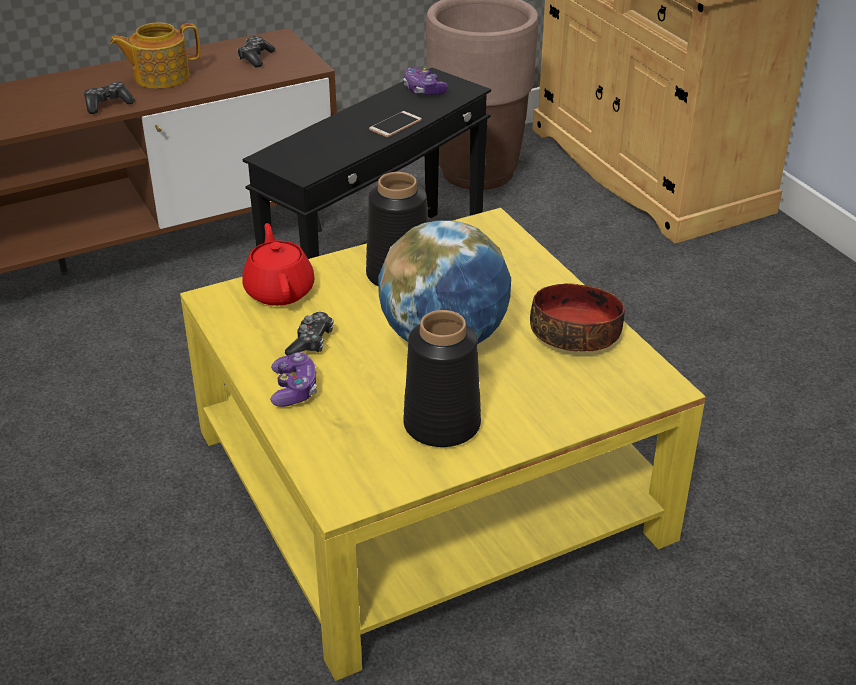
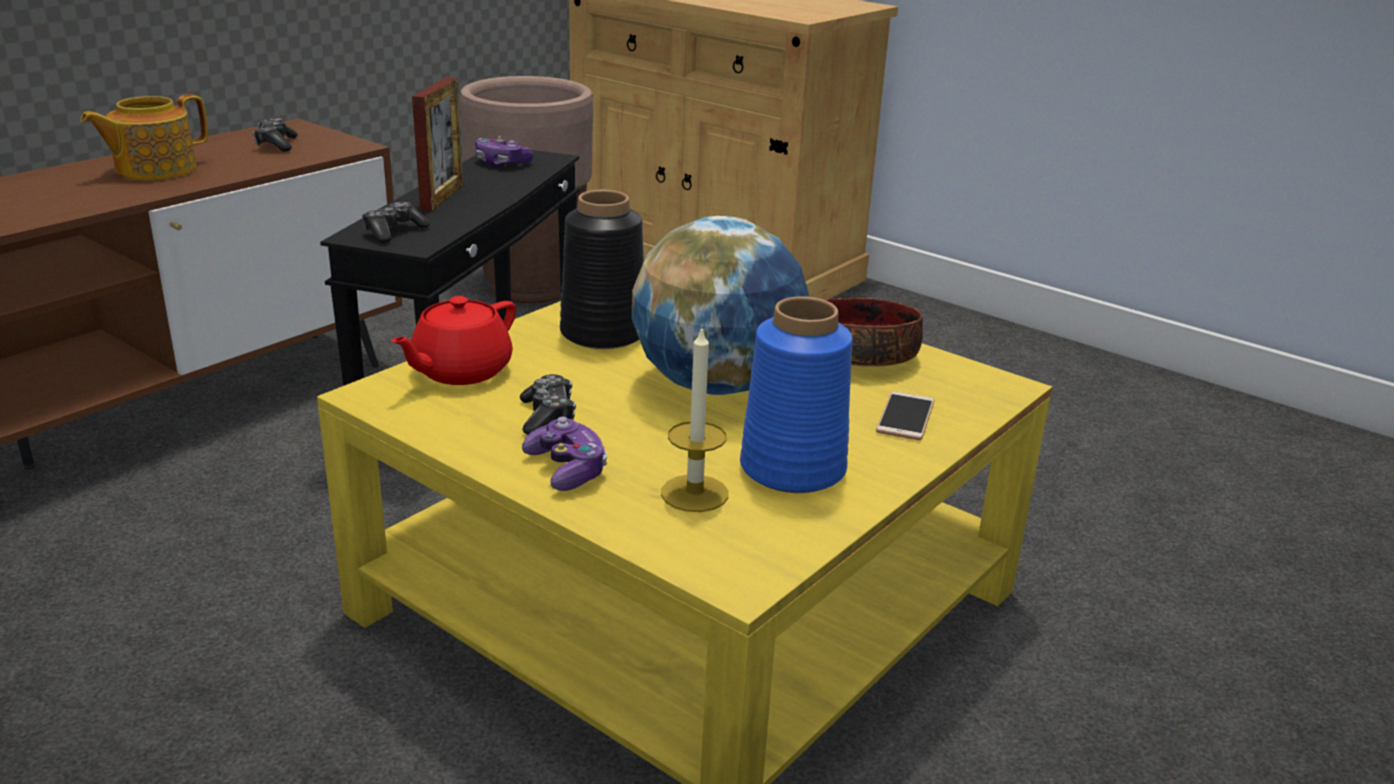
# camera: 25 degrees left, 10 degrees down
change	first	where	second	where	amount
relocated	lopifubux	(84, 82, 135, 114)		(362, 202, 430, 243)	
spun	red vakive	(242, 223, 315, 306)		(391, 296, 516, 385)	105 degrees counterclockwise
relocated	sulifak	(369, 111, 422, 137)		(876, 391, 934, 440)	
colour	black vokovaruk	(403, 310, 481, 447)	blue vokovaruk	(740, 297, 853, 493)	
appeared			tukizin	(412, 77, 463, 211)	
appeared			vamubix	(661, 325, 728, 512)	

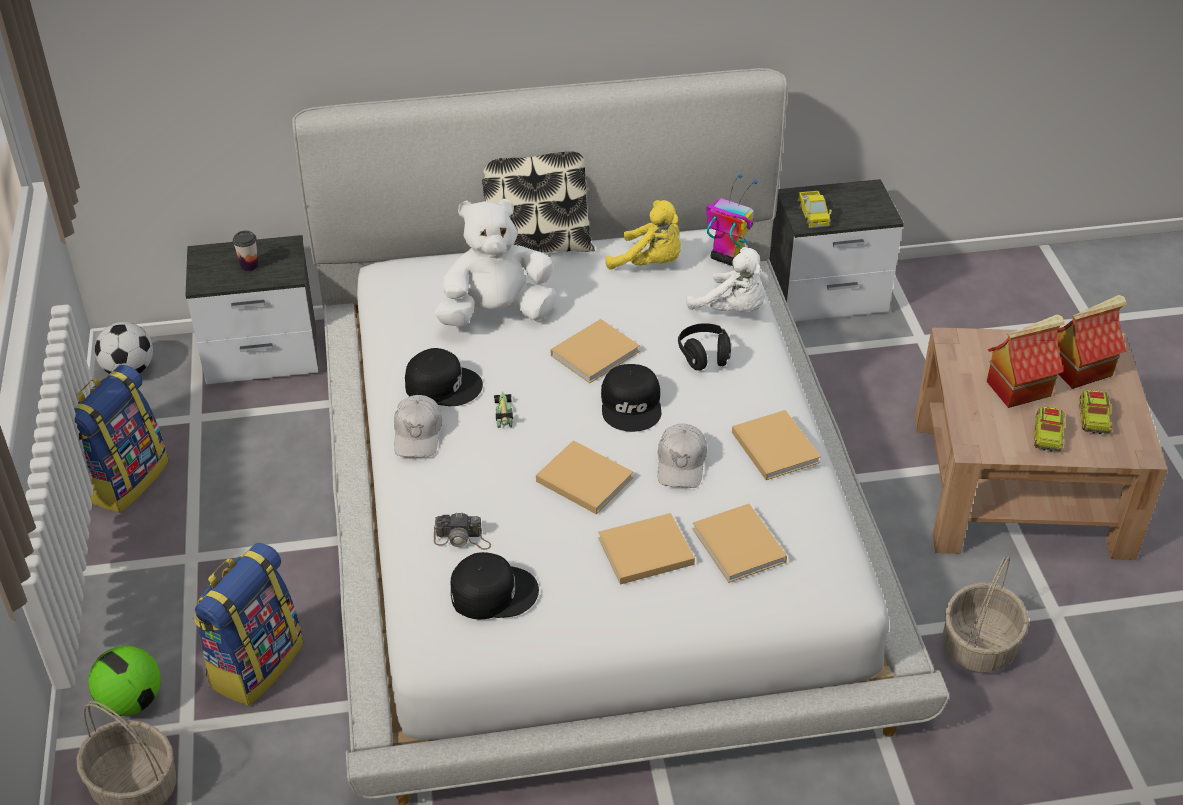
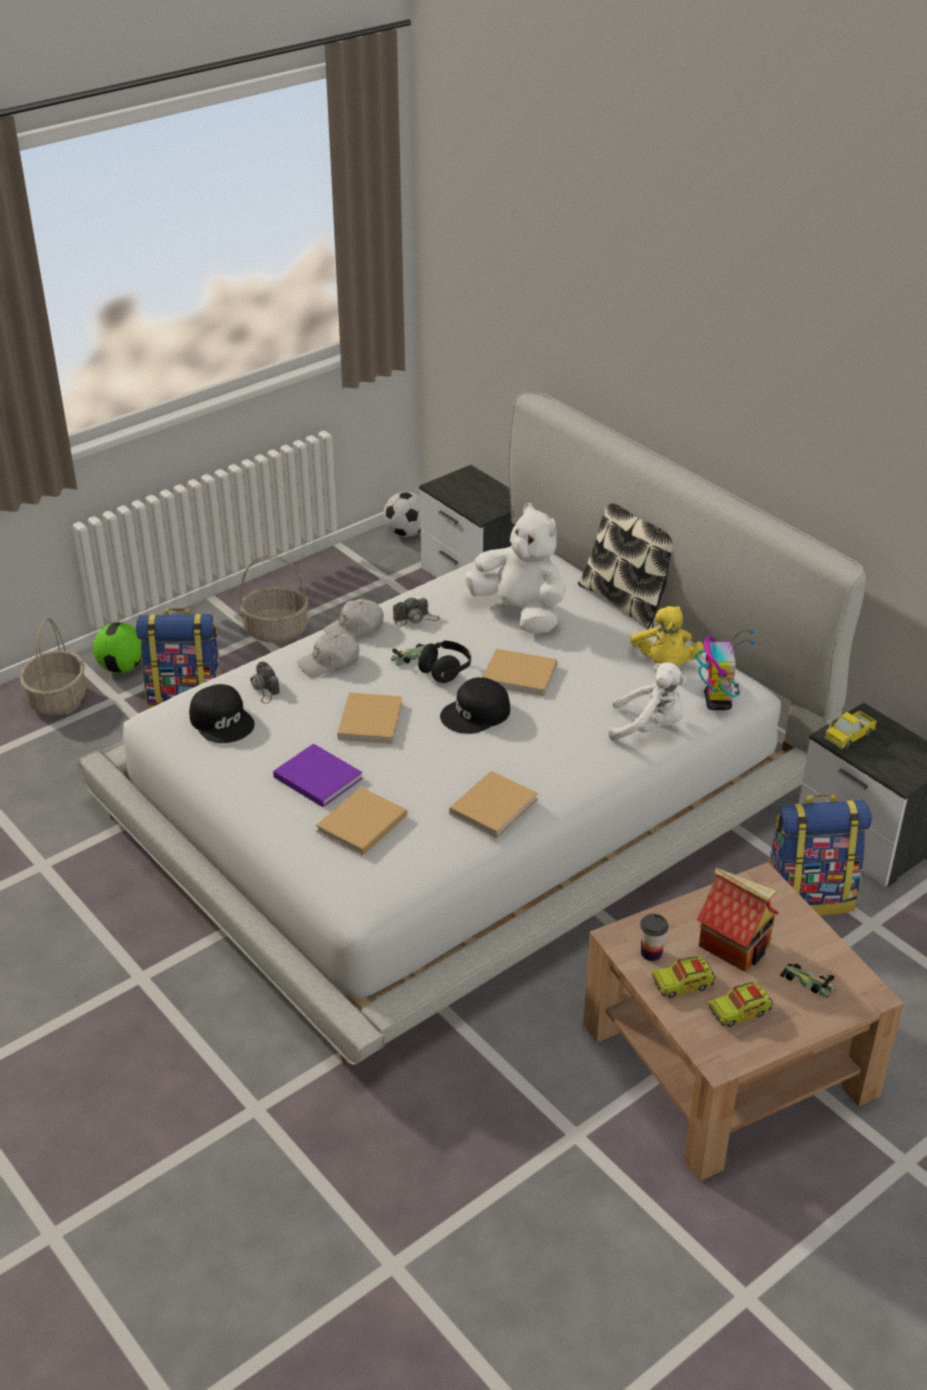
# camera: 60 degrees right, 5 degrees down
change	first	where	second	where	amount
relocated	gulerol	(74, 365, 168, 513)		(769, 794, 872, 916)	
relocated	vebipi	(233, 231, 258, 271)		(640, 914, 669, 961)	
exchanged	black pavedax	(405, 348, 483, 406)	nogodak	(393, 597, 440, 626)	
colour	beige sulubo	(598, 513, 695, 585)	purple sulubo	(273, 743, 363, 807)	
relocated	white pavedax	(657, 424, 707, 488)		(297, 632, 359, 677)	
relocated	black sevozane	(678, 323, 731, 371)		(418, 640, 471, 683)	
spun	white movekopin	(686, 247, 769, 312)		(608, 662, 687, 741)	90 degrees counterclockwise
relocated	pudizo	(943, 556, 1029, 673)		(239, 556, 308, 643)	
exchanged	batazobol	(1057, 295, 1127, 389)	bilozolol	(780, 963, 836, 998)	

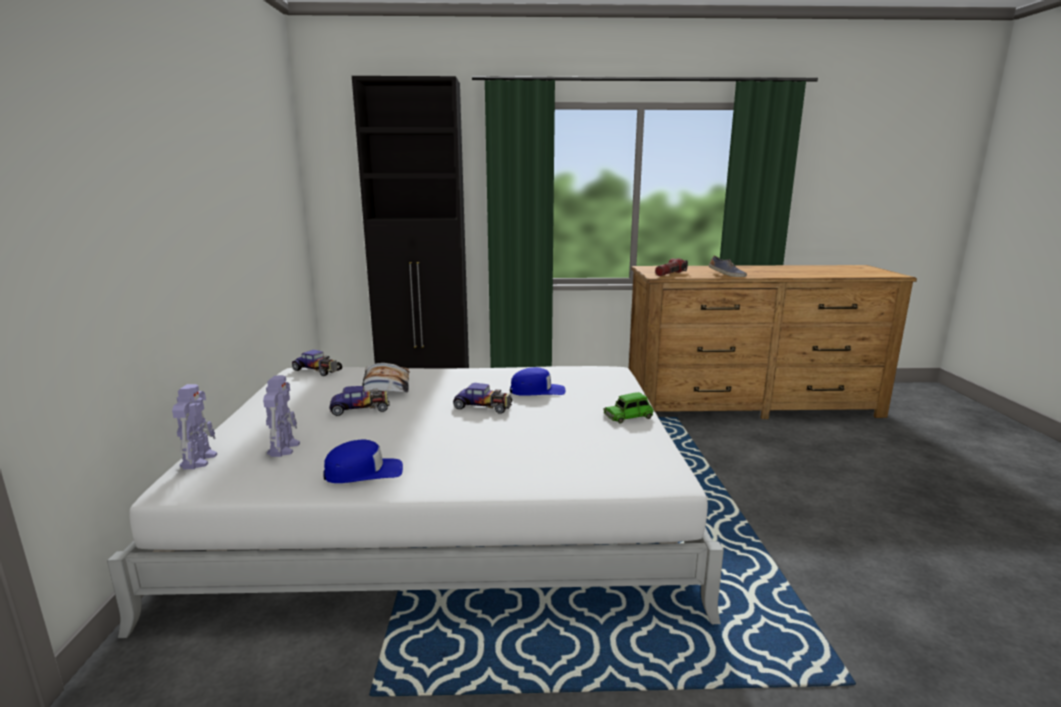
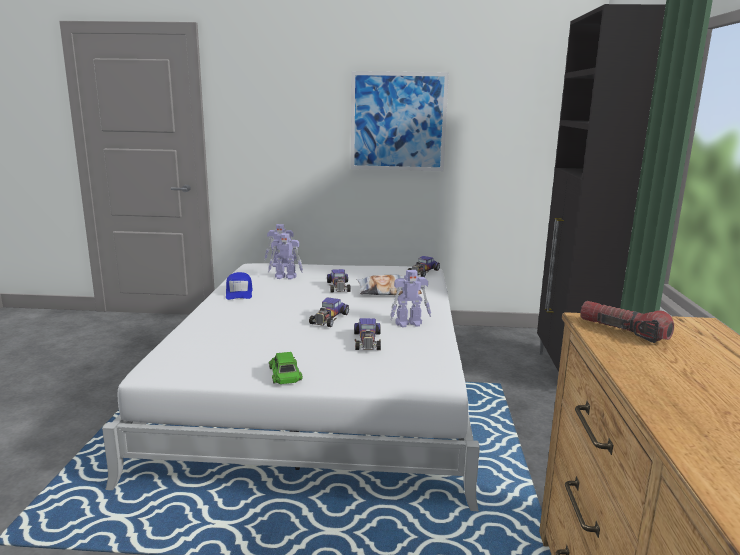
# camera: 95 degrees right, 0 degrees up
change	first	where	second	where	amount
exchanged	blue pavedax	(510, 367, 565, 396)	bilozolol	(354, 318, 381, 350)	
missing	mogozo	(709, 256, 747, 277)			
appeared			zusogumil	(351, 71, 449, 171)	
appeared			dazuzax	(390, 270, 431, 327)	

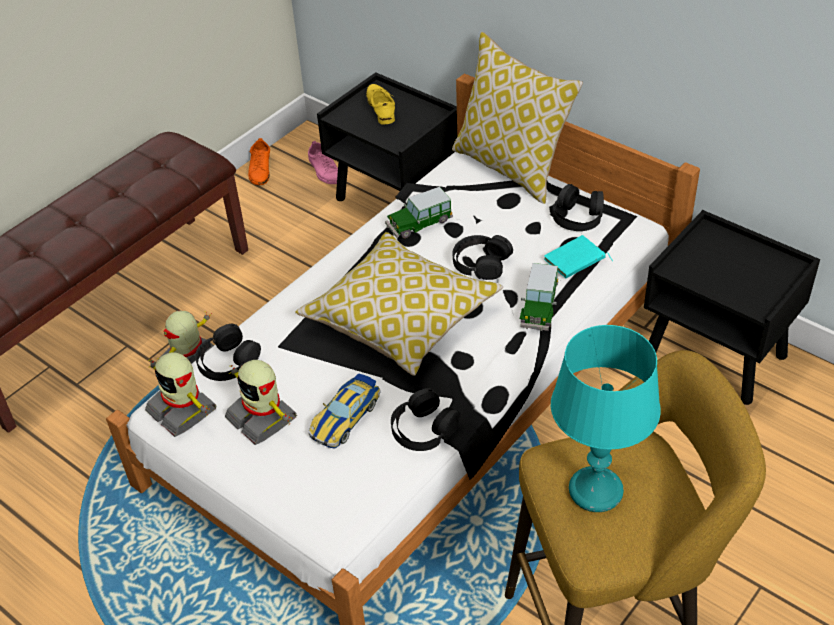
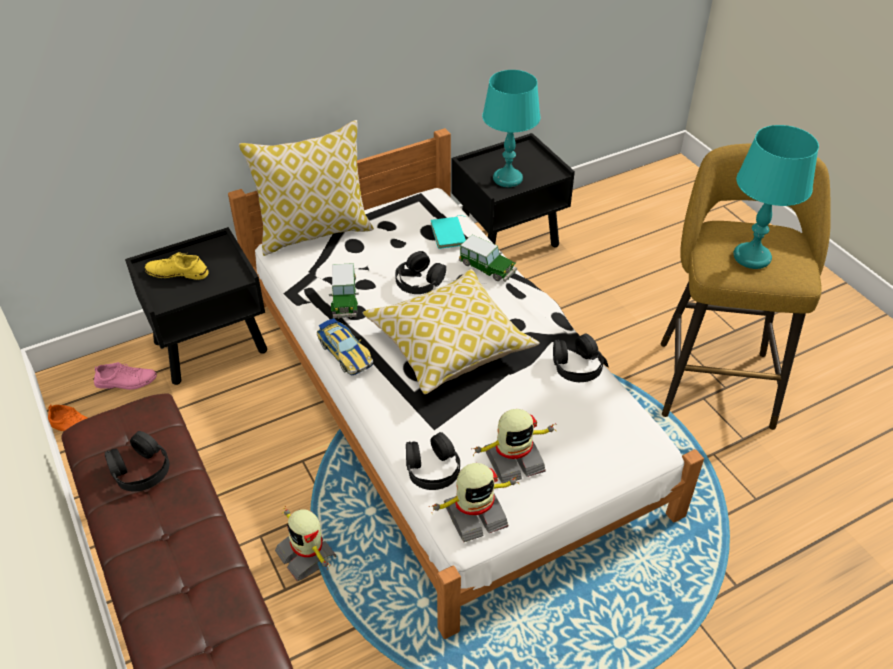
# camera: 70 degrees left, 0 degrees up
change	first	where	second	where	amount
relocated	bilozolol	(308, 373, 381, 449)		(317, 318, 373, 375)	
relocated	black sevozane	(553, 184, 604, 231)		(105, 431, 169, 492)	
appeared			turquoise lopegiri	(482, 70, 541, 187)	

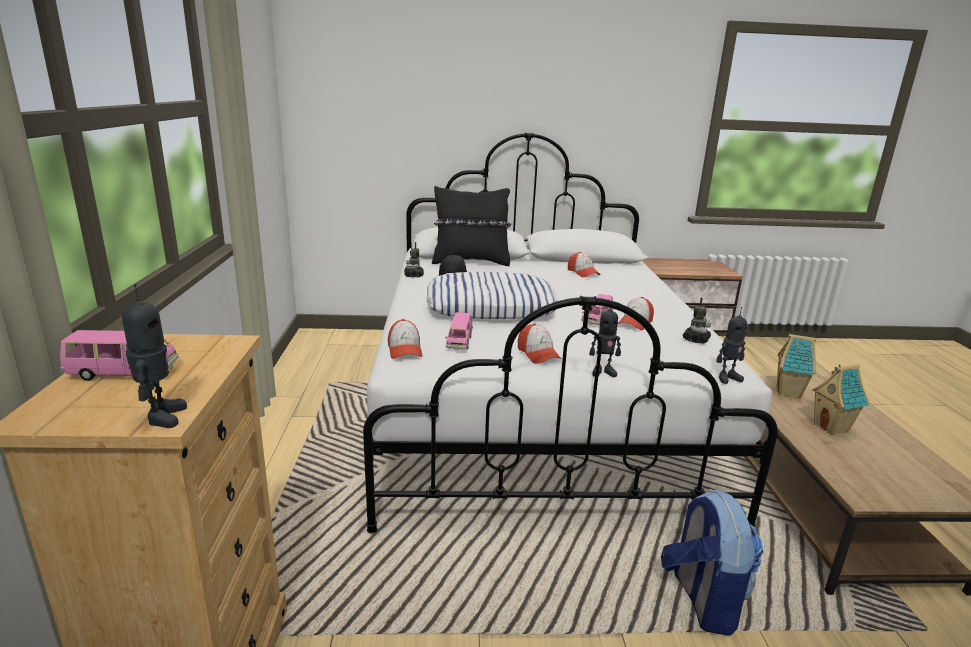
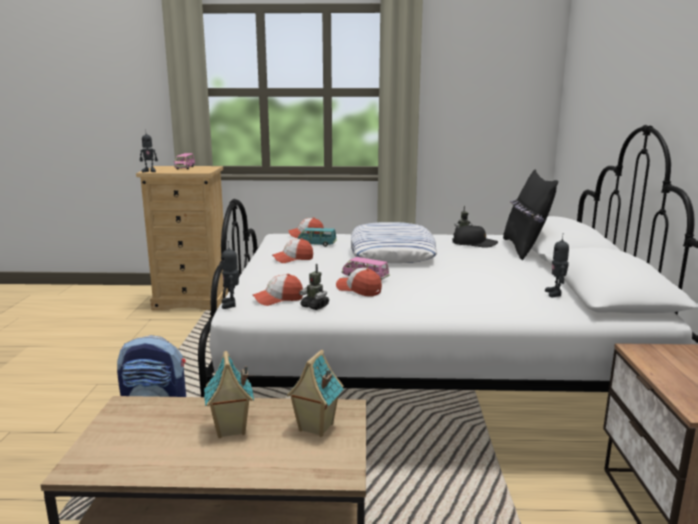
# camera: 95 degrees right, 5 degrees down
change	first	where	second	where	amount
colour	pink bilozolol	(445, 312, 473, 350)	turquoise bilozolol	(298, 228, 337, 247)	
relocated	pavedax	(568, 252, 601, 277)		(253, 274, 303, 306)	
relocated	dazuzax	(589, 308, 621, 377)		(545, 233, 569, 297)	

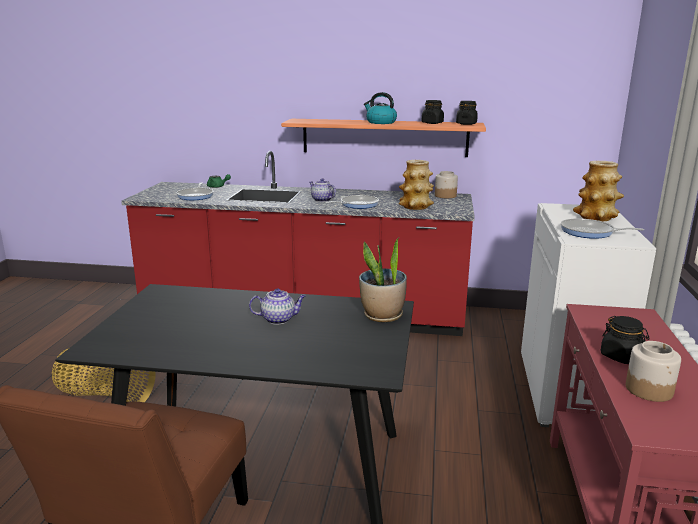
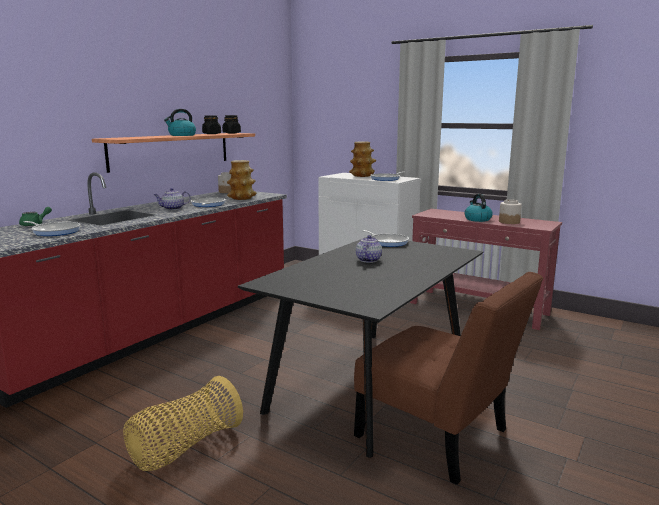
# camera: 65 degrees left, 5 degrees down
change	first	where	second	where	amount
exchanged	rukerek	(359, 238, 407, 322)	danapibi	(362, 230, 409, 247)	
exchanged	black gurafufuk	(600, 316, 650, 364)	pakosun	(464, 194, 493, 222)	

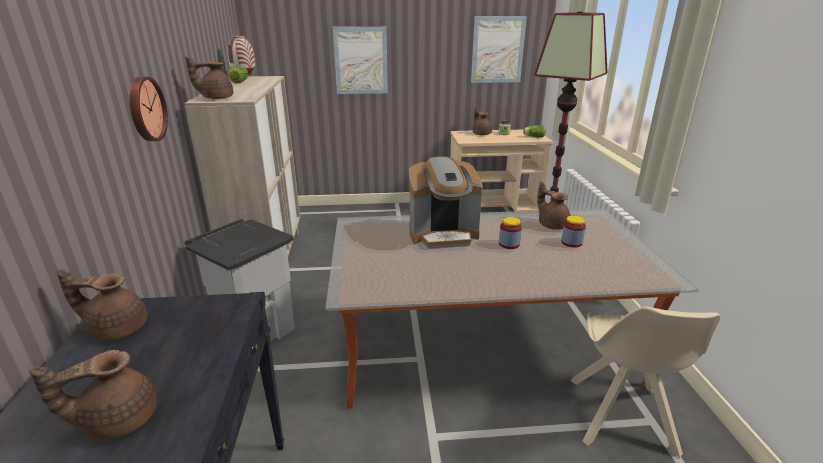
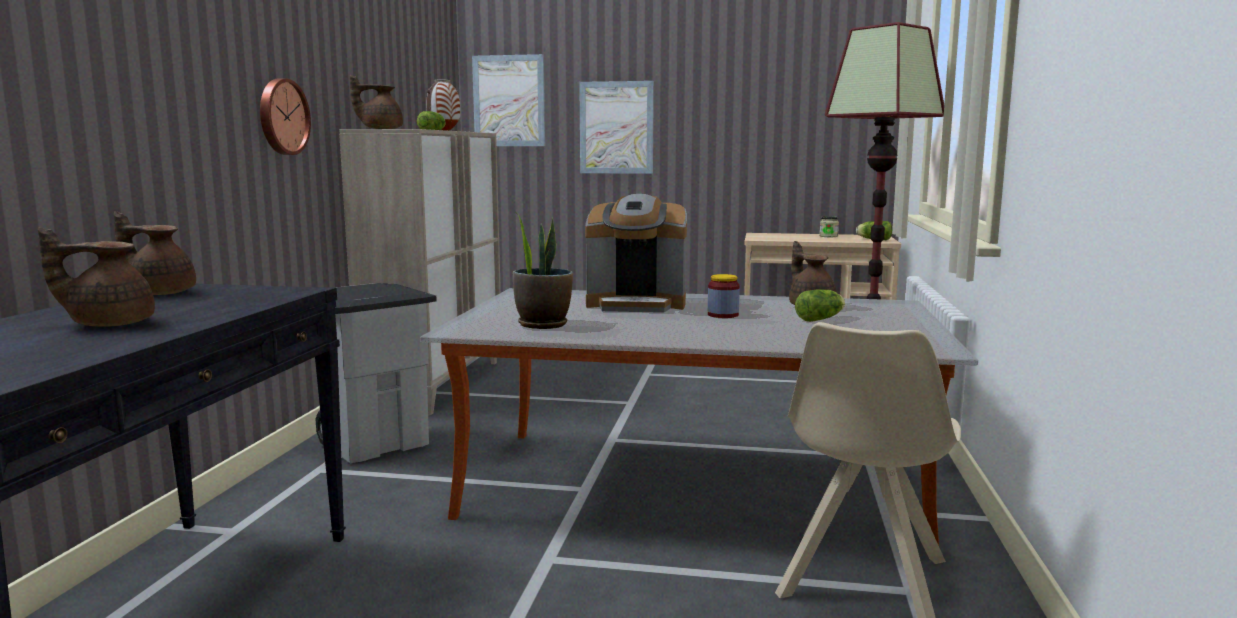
# camera: 15 degrees right, 15 degrees down
change	first	where	second	where	amount
relocated	zusogumil	(471, 16, 527, 83)		(472, 54, 545, 146)	
missing	brown vakive	(473, 106, 492, 135)			
exchanged	gurafufuk	(561, 216, 586, 247)	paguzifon	(795, 289, 845, 322)	
appeared			rukerek	(513, 212, 573, 329)	

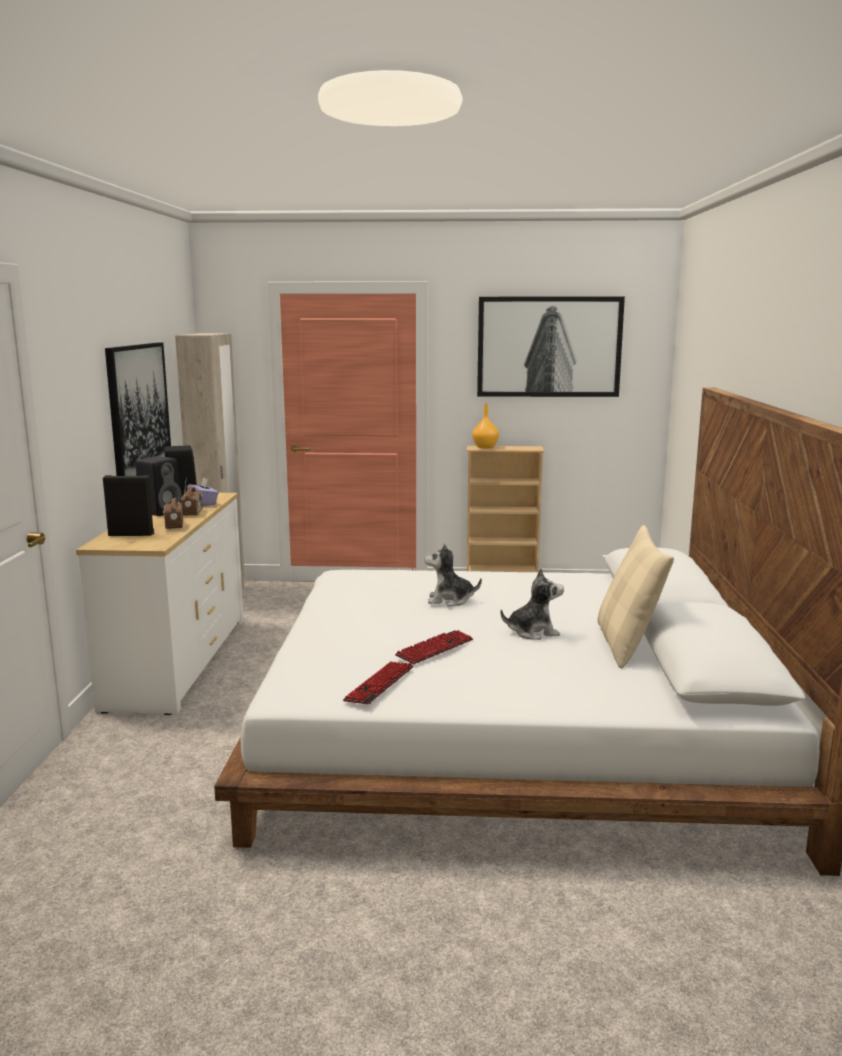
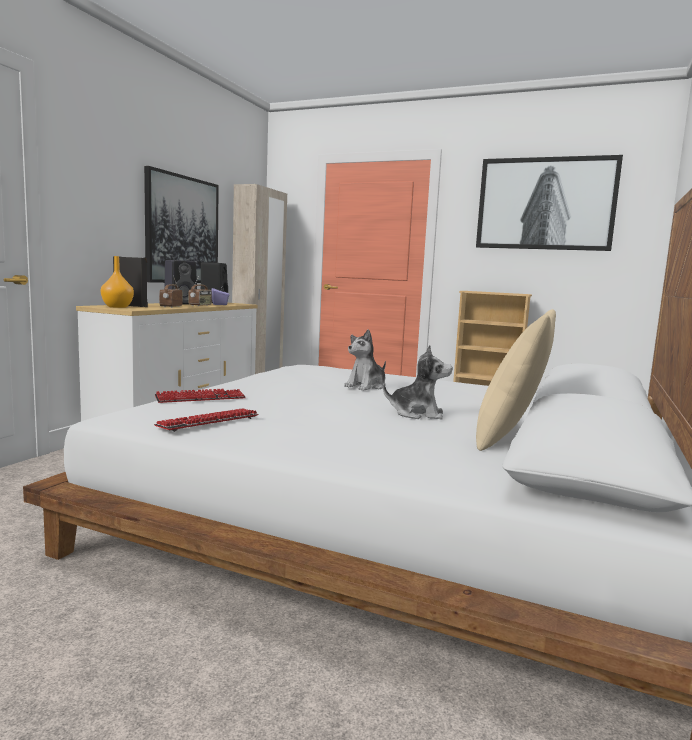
# camera: 20 degrees right, 5 degrees down
change	first	where	second	where	amount
relocated	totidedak	(395, 630, 473, 664)		(155, 389, 246, 403)	
spun	movekopin	(424, 543, 482, 606)		(344, 329, 386, 391)	75 degrees counterclockwise
relocated	orange vokovaruk	(472, 403, 499, 448)		(101, 256, 134, 308)	

